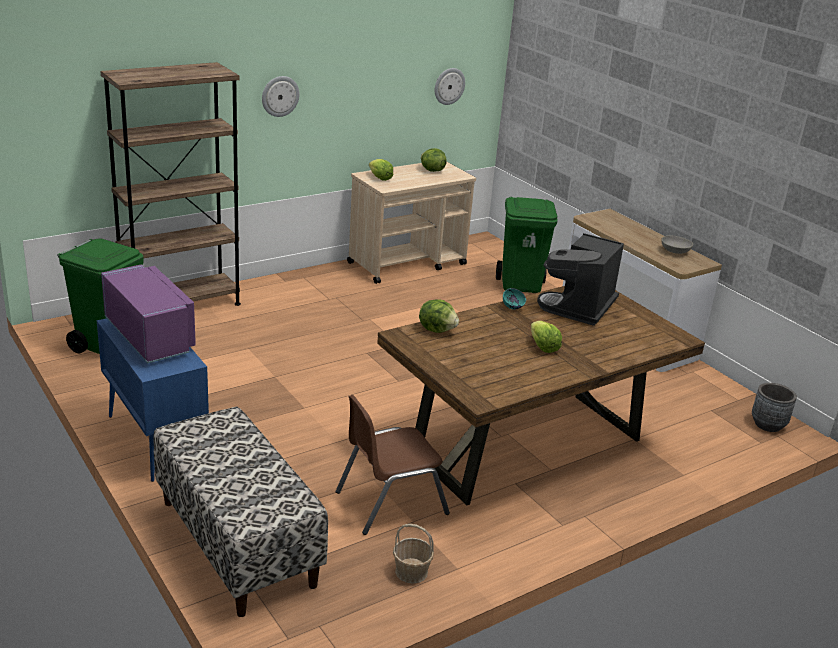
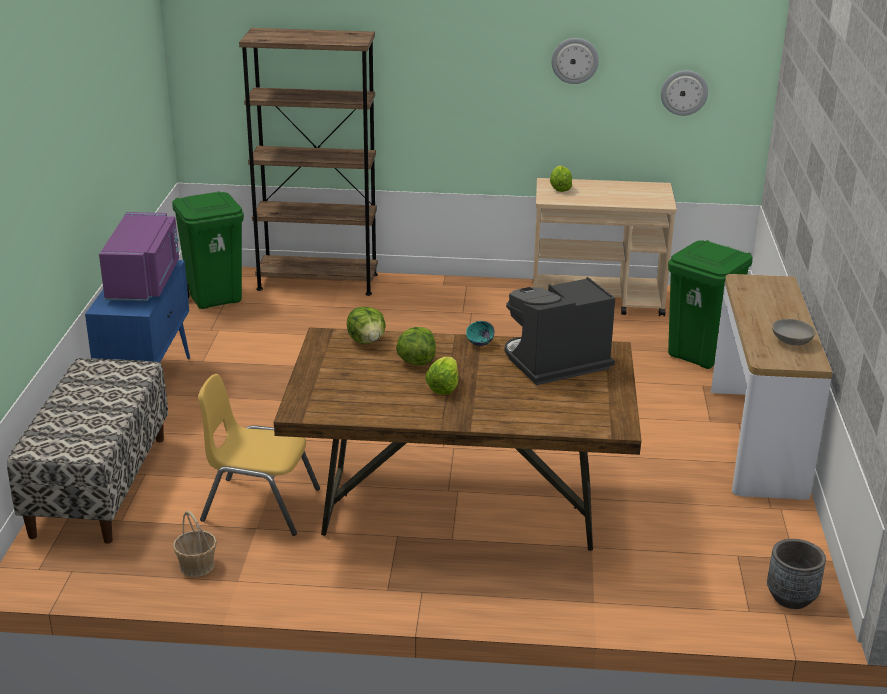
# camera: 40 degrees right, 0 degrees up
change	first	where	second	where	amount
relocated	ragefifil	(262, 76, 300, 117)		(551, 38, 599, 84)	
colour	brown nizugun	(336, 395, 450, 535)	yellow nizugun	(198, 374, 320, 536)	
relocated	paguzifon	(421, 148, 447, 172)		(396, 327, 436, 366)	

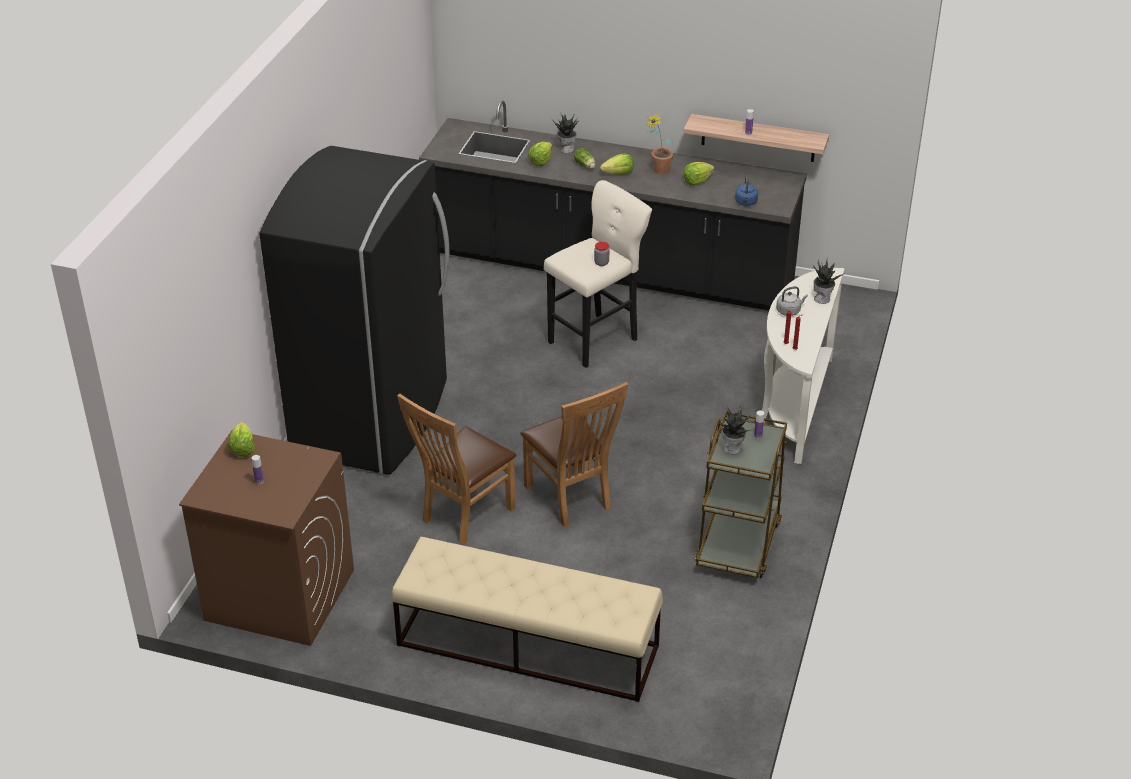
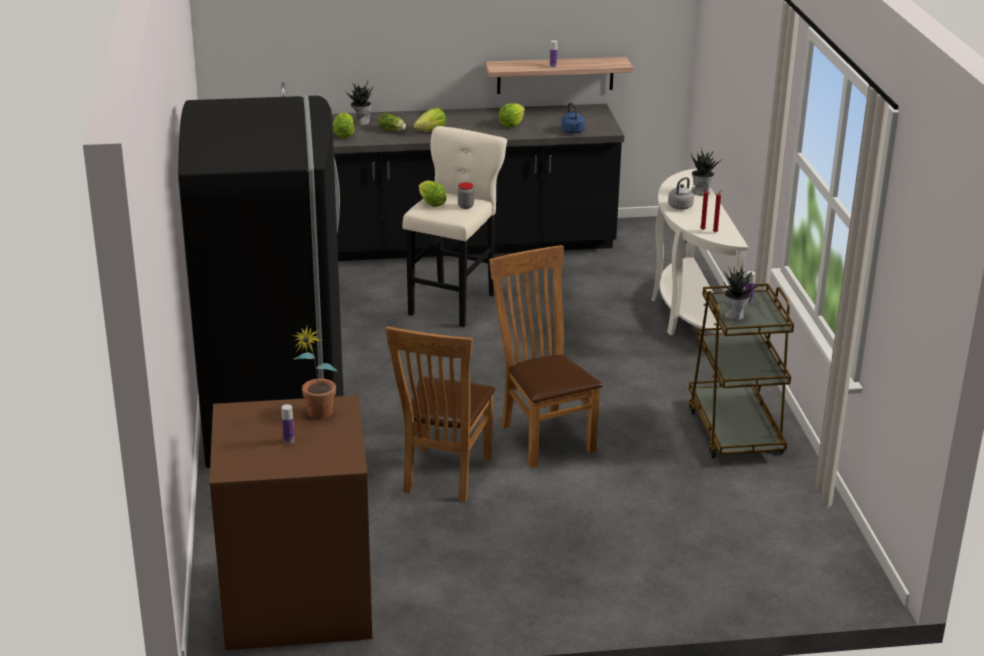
# camera: 25 degrees left, 10 degrees down
change	first	where	second	where	amount
relocated	paguzifon	(228, 422, 255, 457)		(419, 181, 446, 207)	
missing	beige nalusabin	(391, 537, 663, 702)			
spun	brown nizugun	(520, 382, 628, 527)		(489, 245, 603, 468)	150 degrees counterclockwise
relocated	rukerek	(646, 113, 673, 174)		(291, 324, 337, 419)	

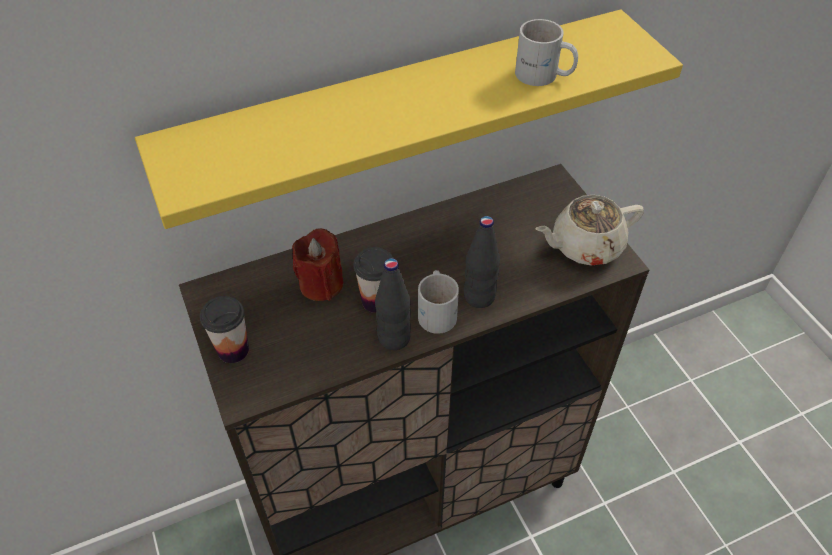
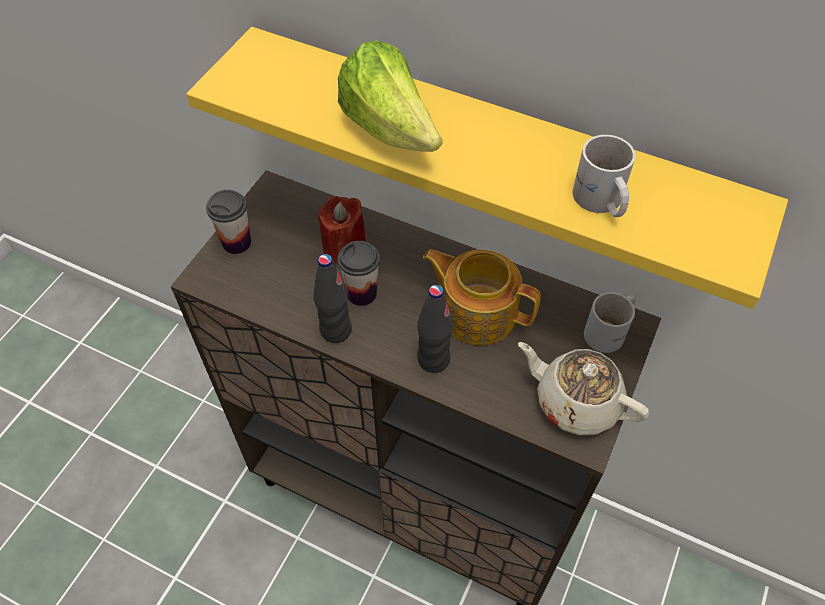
# camera: 50 degrees right, 5 degrees up
change	first	where	second	where	amount
relocated	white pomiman	(418, 270, 459, 334)		(584, 292, 636, 353)	
appeared			paguzifon	(338, 41, 442, 152)	
appeared			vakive	(423, 249, 541, 345)	

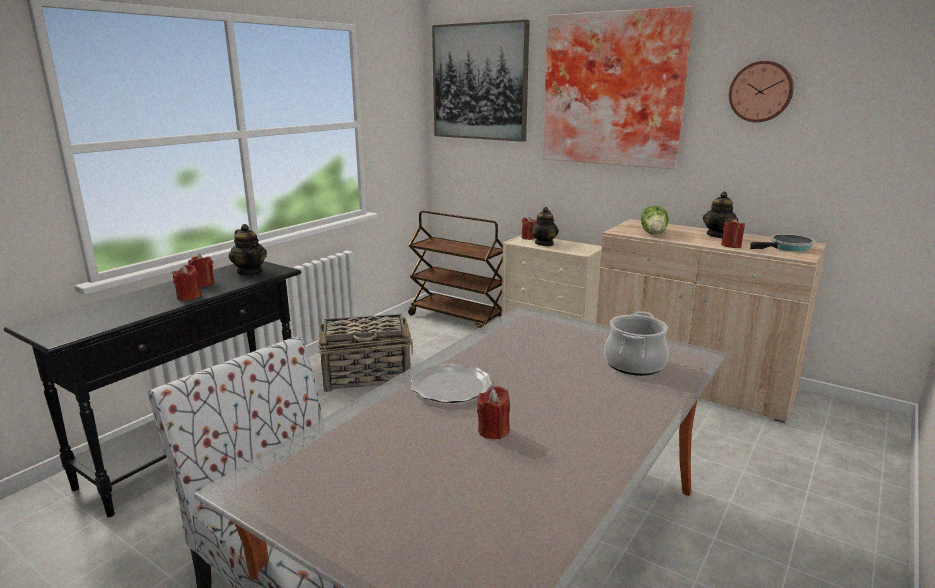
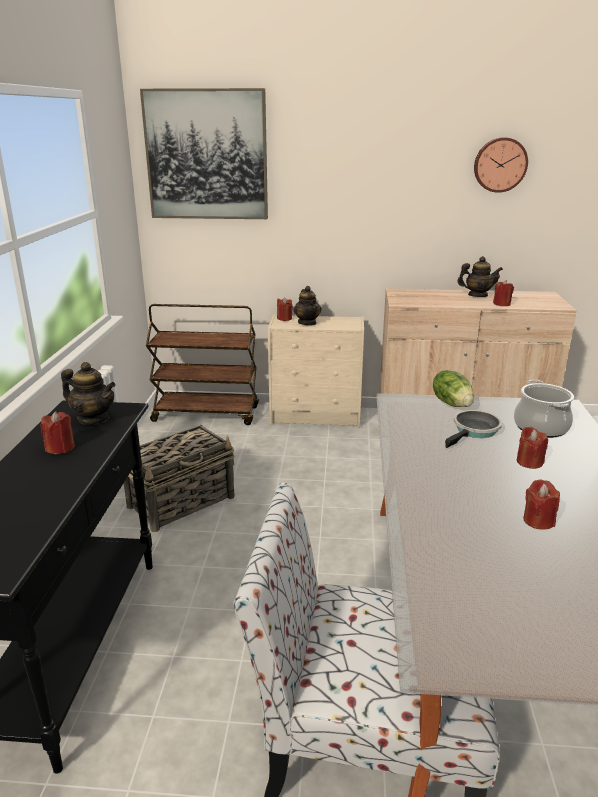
# camera: 30 degrees left, 5 degrees up
change	first	where	second	where	amount
relocated	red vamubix	(172, 265, 201, 301)		(517, 427, 548, 469)	
missing	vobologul	(411, 364, 492, 403)			
missing	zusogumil	(543, 6, 694, 169)			
relocated	paguzifon	(641, 206, 669, 234)		(433, 370, 474, 407)	
spun	vakive	(703, 192, 738, 238)		(457, 256, 503, 297)	90 degrees counterclockwise
relocated	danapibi	(750, 234, 815, 252)		(445, 410, 502, 448)	

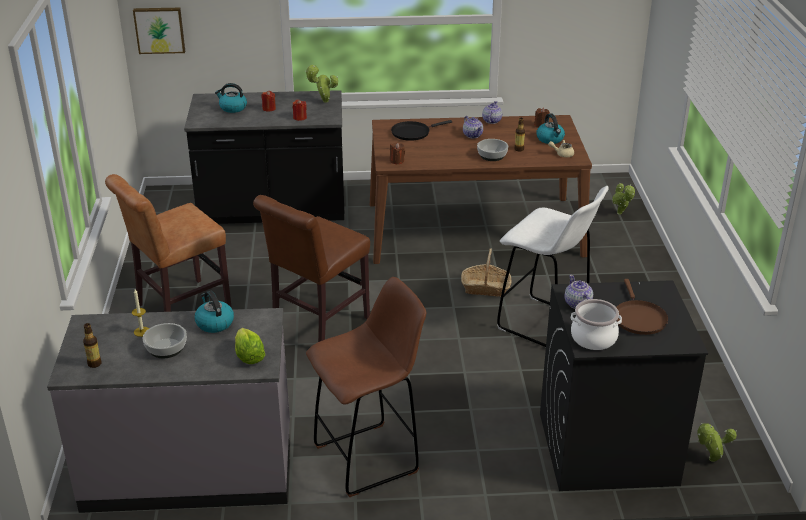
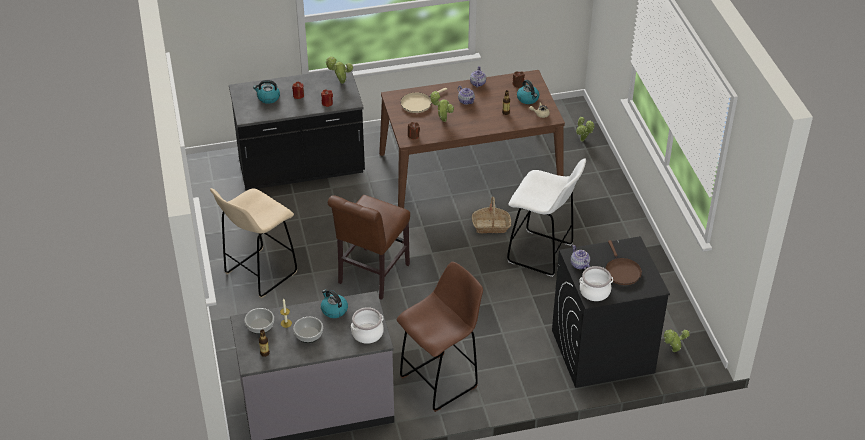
# camera: 10 degrees left, 10 degrees up
change	first	where	second	where	amount
exchanged	brown nizugun	(105, 174, 232, 312)	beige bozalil	(210, 188, 297, 298)	
missing	zusogumil	(133, 8, 185, 54)			
exchanged	paguzifon	(235, 328, 265, 364)	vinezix	(351, 307, 384, 344)	
colour	black danapibi	(391, 120, 452, 141)	beige danapibi	(401, 88, 447, 113)	
relocated	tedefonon	(477, 139, 508, 161)		(245, 308, 274, 334)	
appeared			rukerek	(430, 91, 454, 122)	

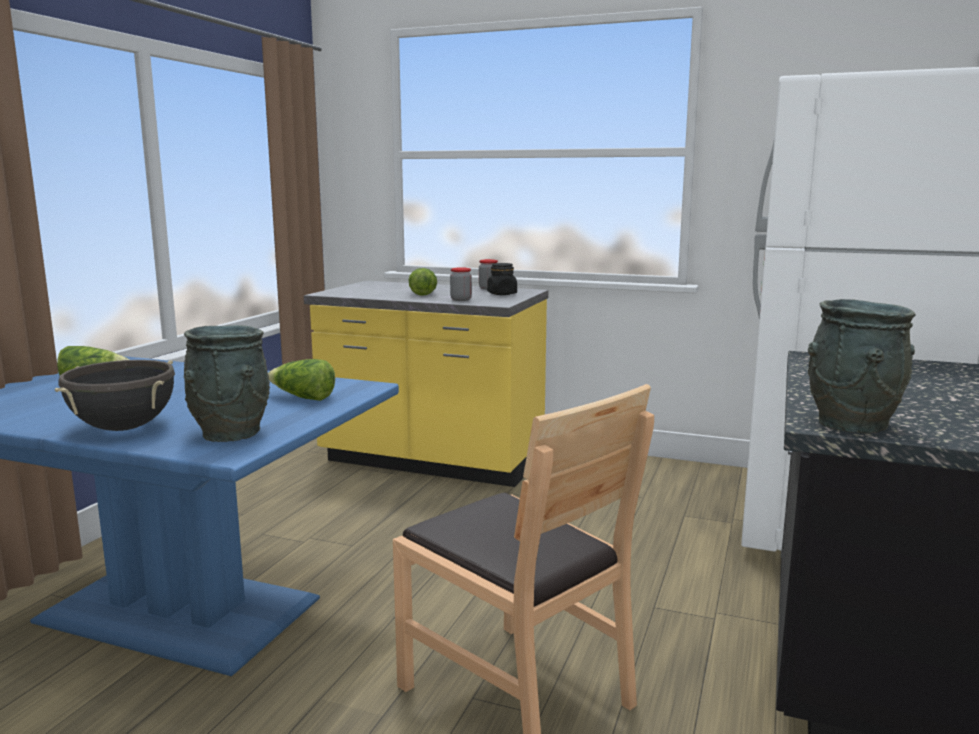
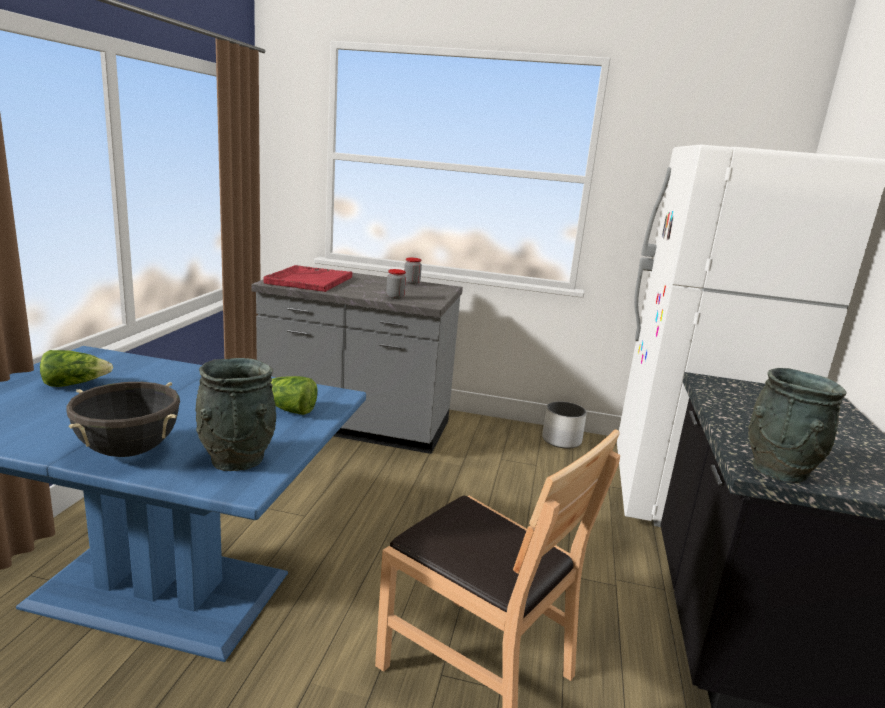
# camera: 10 degrees left, 5 degrees up
change	first	where	second	where	amount
colour	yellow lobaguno	(304, 281, 549, 487)	grey lobaguno	(251, 269, 463, 454)	
missing	paguzifon	(408, 268, 437, 296)			
missing	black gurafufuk	(487, 263, 517, 295)			
appeared			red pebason	(263, 265, 352, 292)	
appeared			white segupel	(542, 401, 587, 449)	

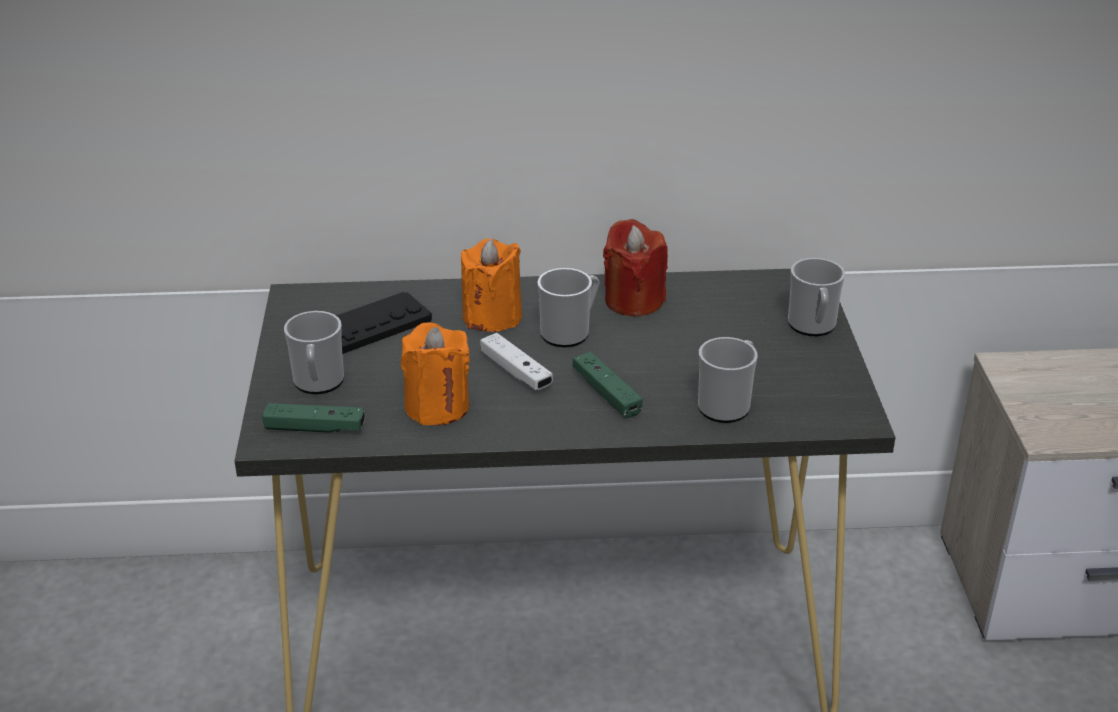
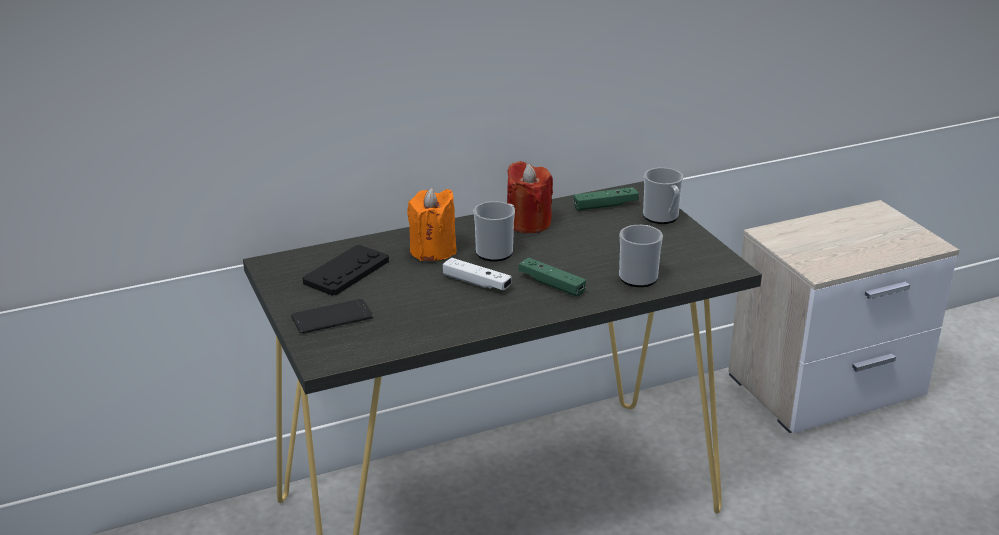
# camera: 20 degrees left, 5 degrees down
change	first	where	second	where	amount
relocated	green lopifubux	(262, 403, 365, 433)		(574, 187, 639, 211)	
exchanged	pomiman	(284, 311, 344, 394)	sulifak	(291, 299, 373, 334)	
missing	orange vamubix	(401, 323, 470, 425)			

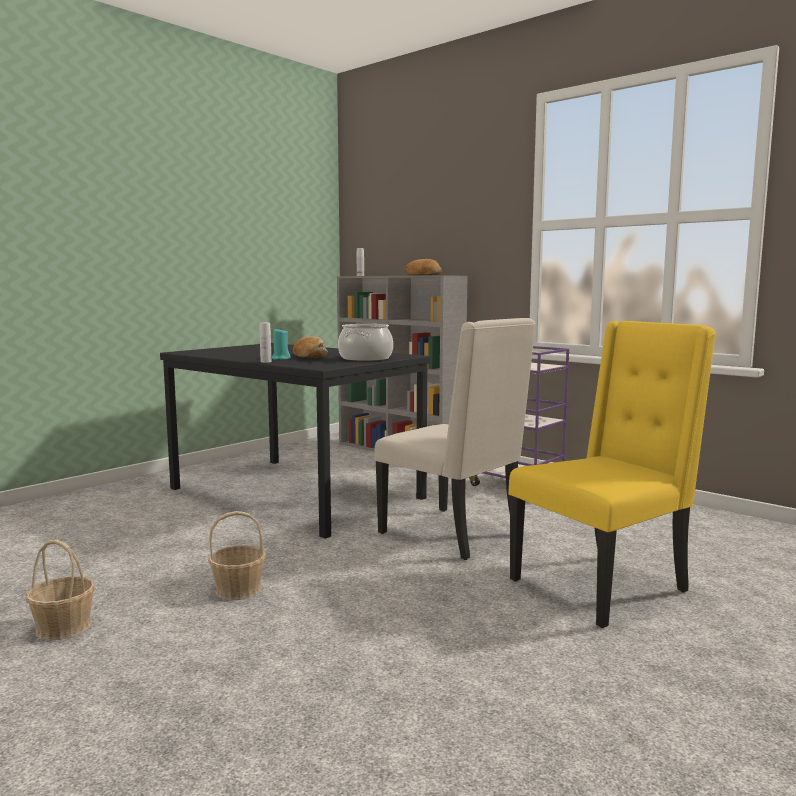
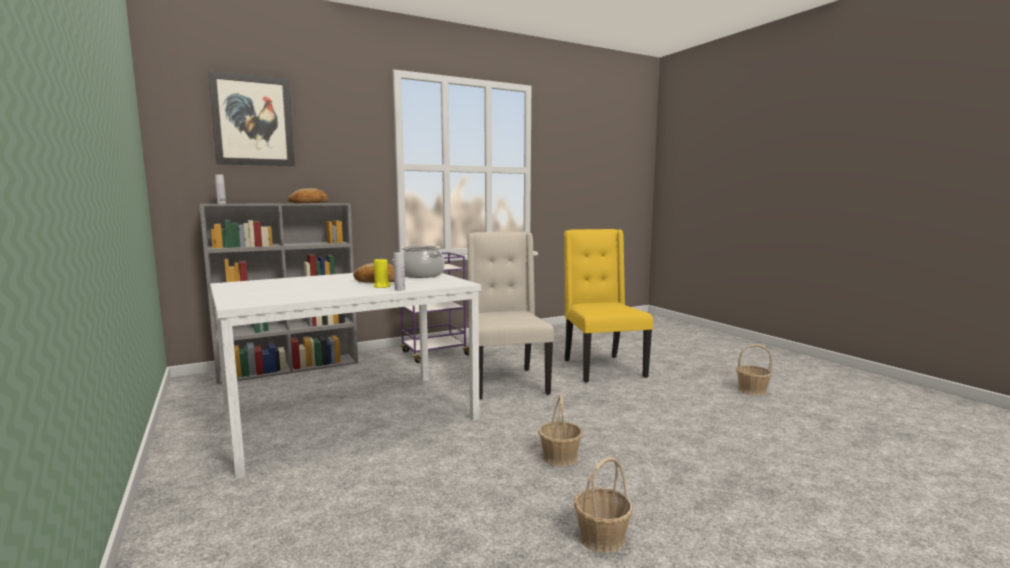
# camera: 70 degrees left, 0 degrees up
change	first	where	second	where	amount
colour	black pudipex	(160, 343, 430, 539)	white pudipex	(210, 273, 481, 479)	
colour	turquoise vamubix	(271, 328, 291, 360)	yellow vamubix	(373, 259, 391, 288)	
spun	beige nizugun	(374, 318, 536, 560)		(467, 232, 554, 400)	75 degrees counterclockwise
appeared			zusogumil	(208, 70, 295, 166)	
appeared			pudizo	(736, 344, 772, 396)	

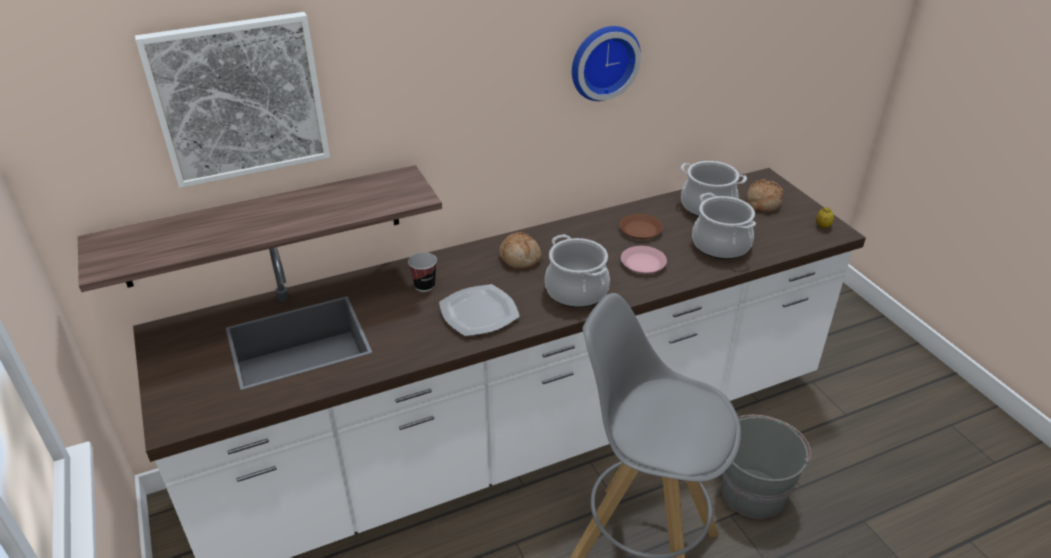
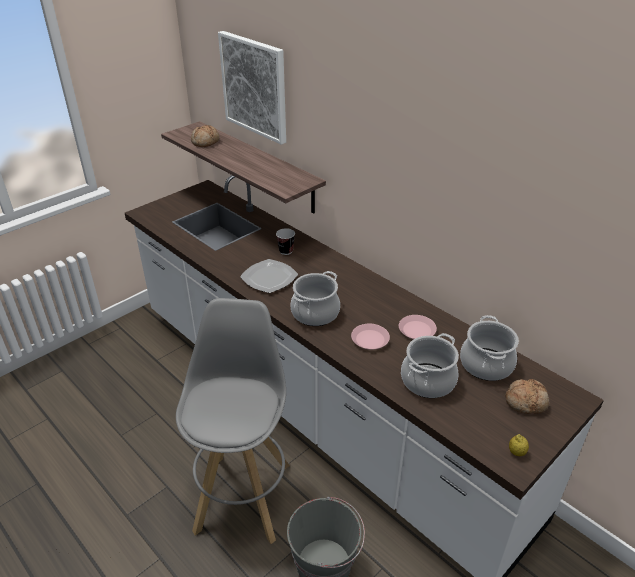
# camera: 70 degrees right, 0 degrees up
change	first	where	second	where	amount
relocated	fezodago	(499, 232, 542, 269)		(191, 125, 220, 147)	
missing	ragefifil	(572, 26, 641, 101)			
colour	brown vobologul	(619, 214, 663, 239)	pink vobologul	(399, 315, 437, 339)	

